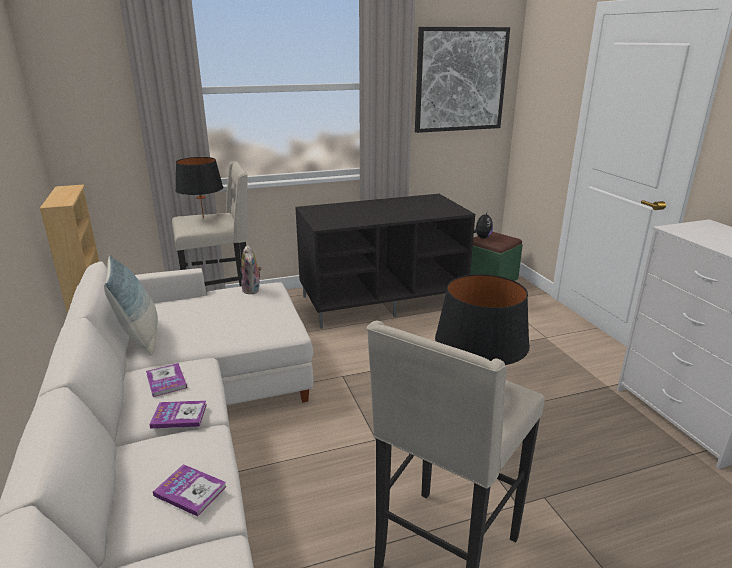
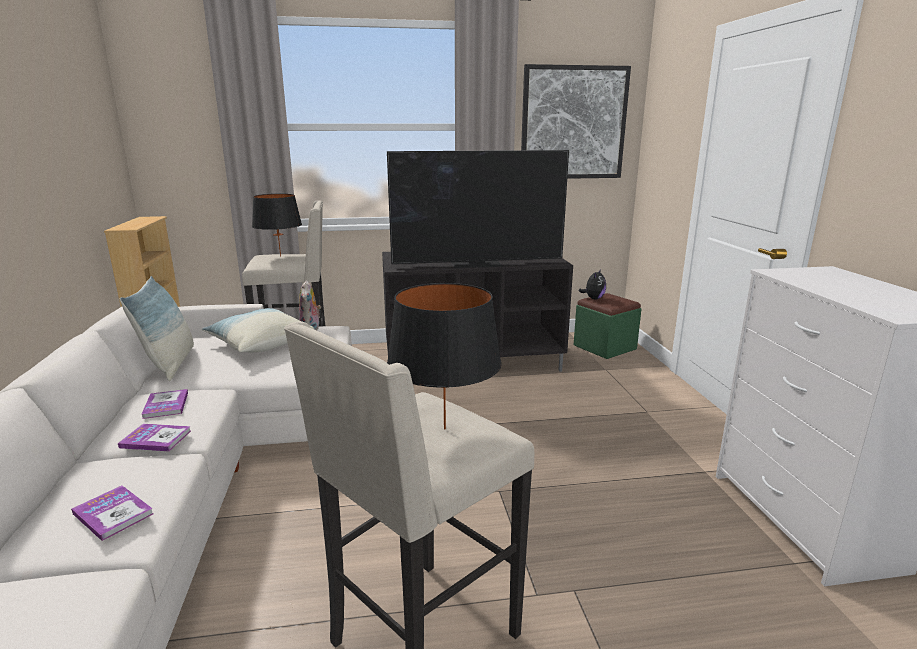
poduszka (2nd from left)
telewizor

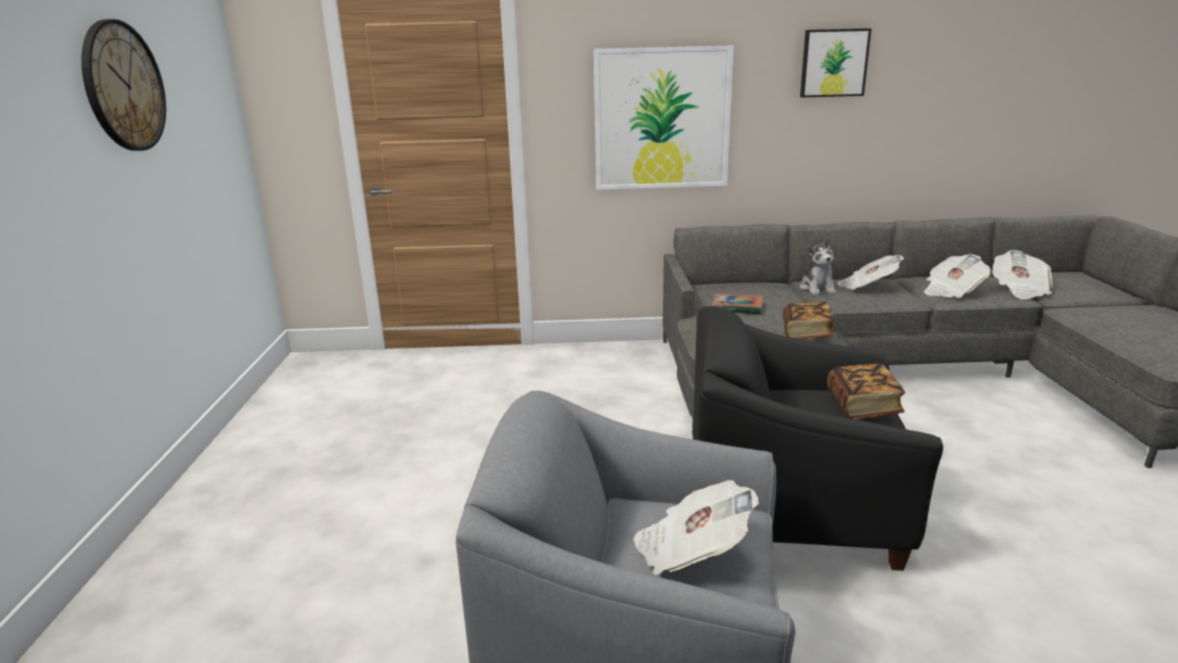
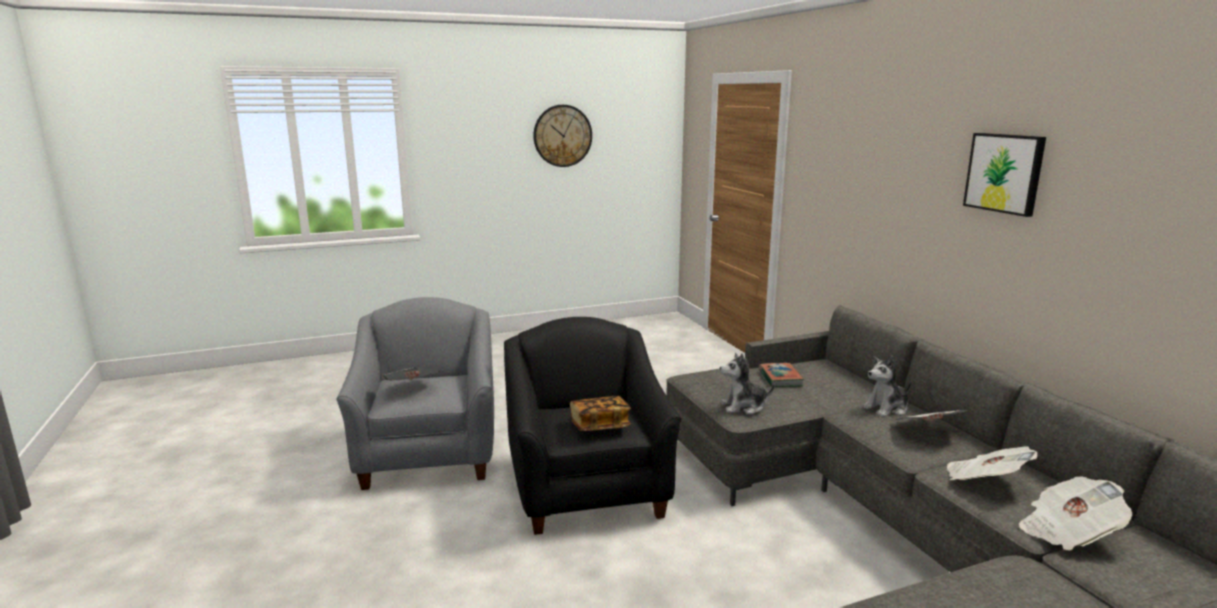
pluszak (1st from left)
obraz (1st from left in the first image)

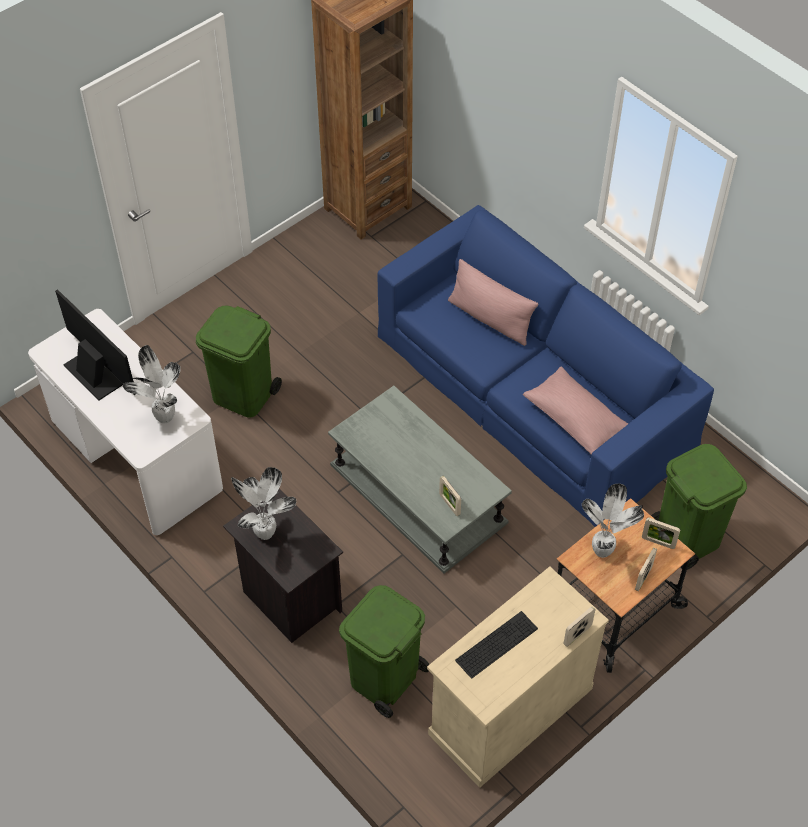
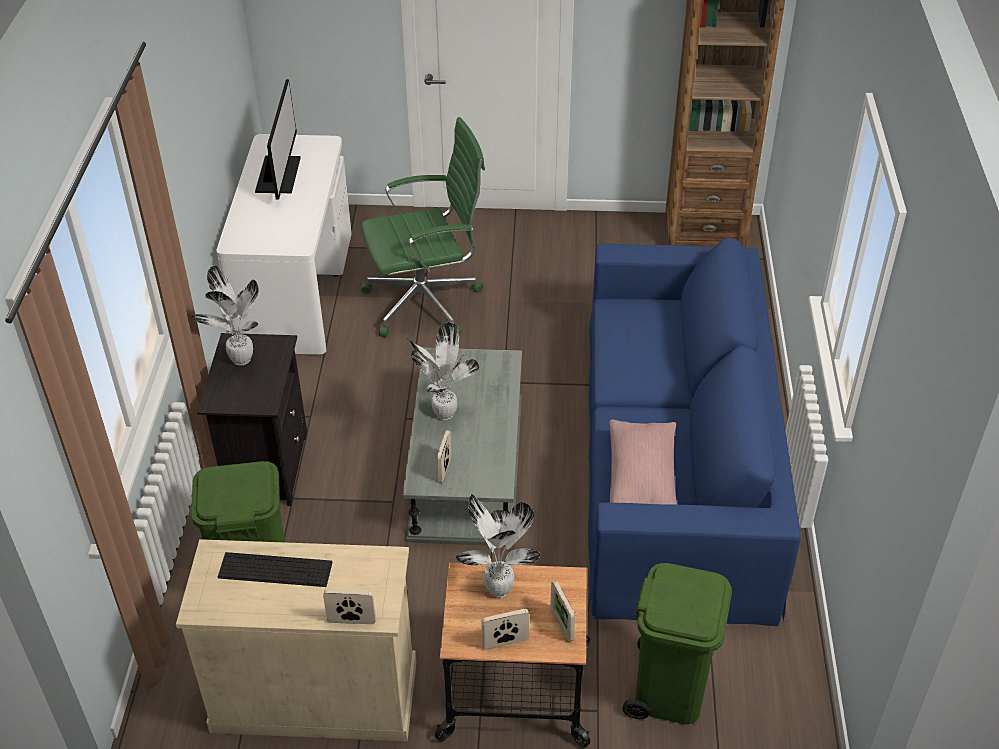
krzesło biurowe/zielony
roślina doniczkowa (2nd from left)
poduszka/różowy (1st from left in the first image)

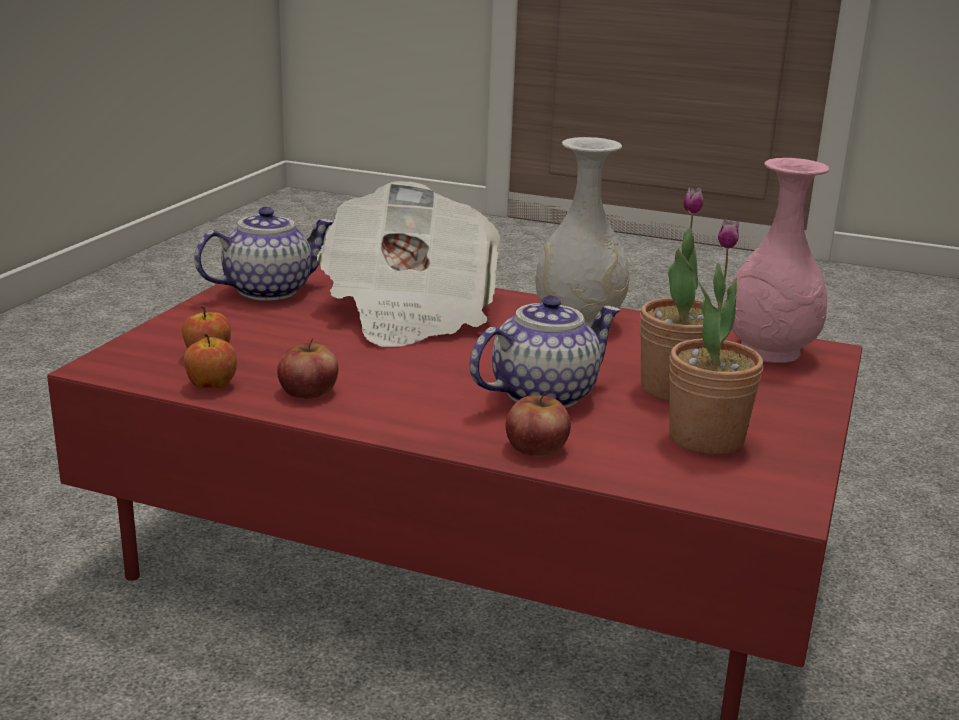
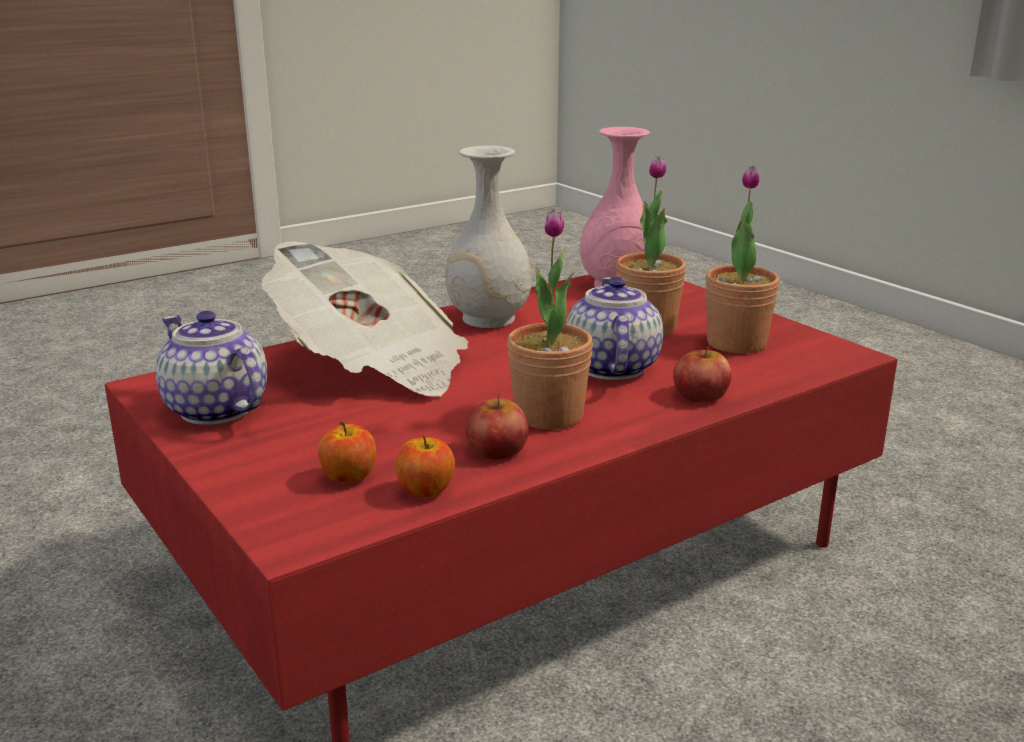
imbryk (1st from left)
roślina doniczkowa (1st from left)

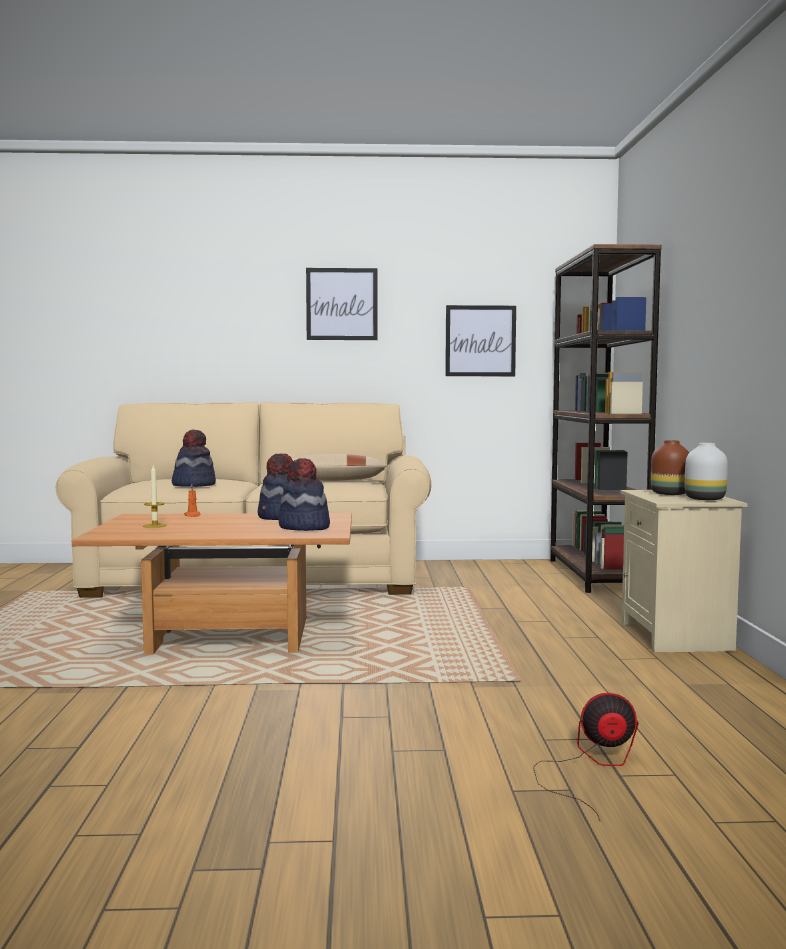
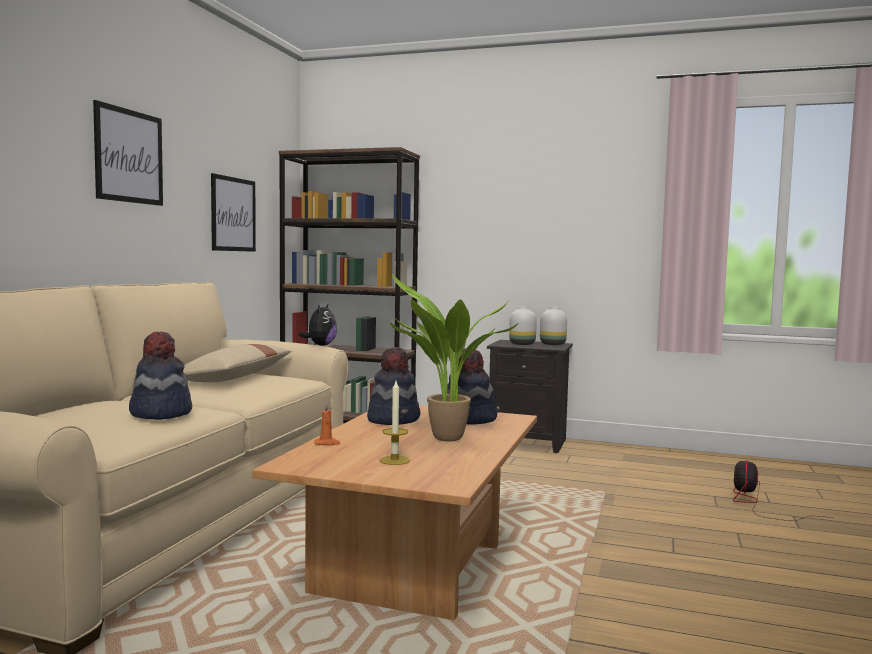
pluszak
roślina doniczkowa
szafka nocna/czarny
wazon/biały (1st from left)

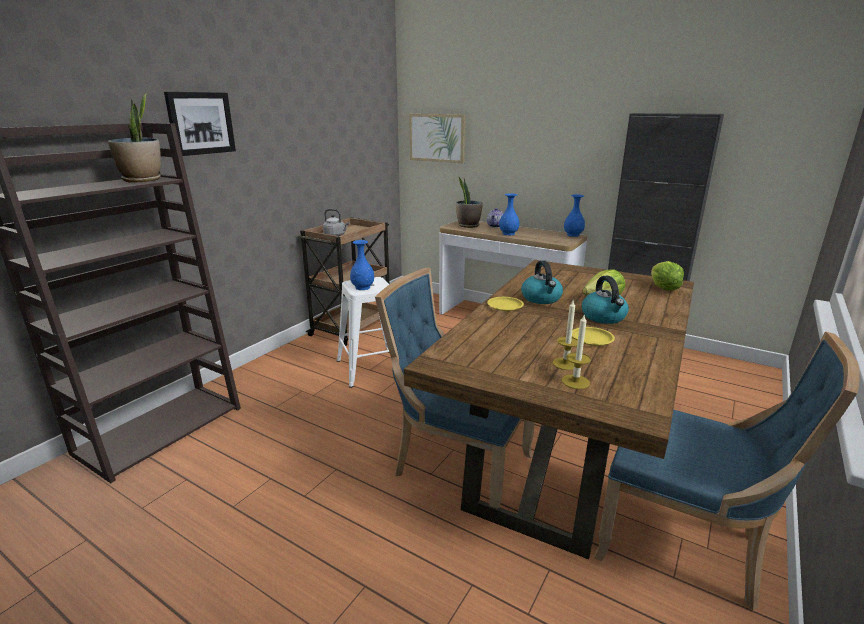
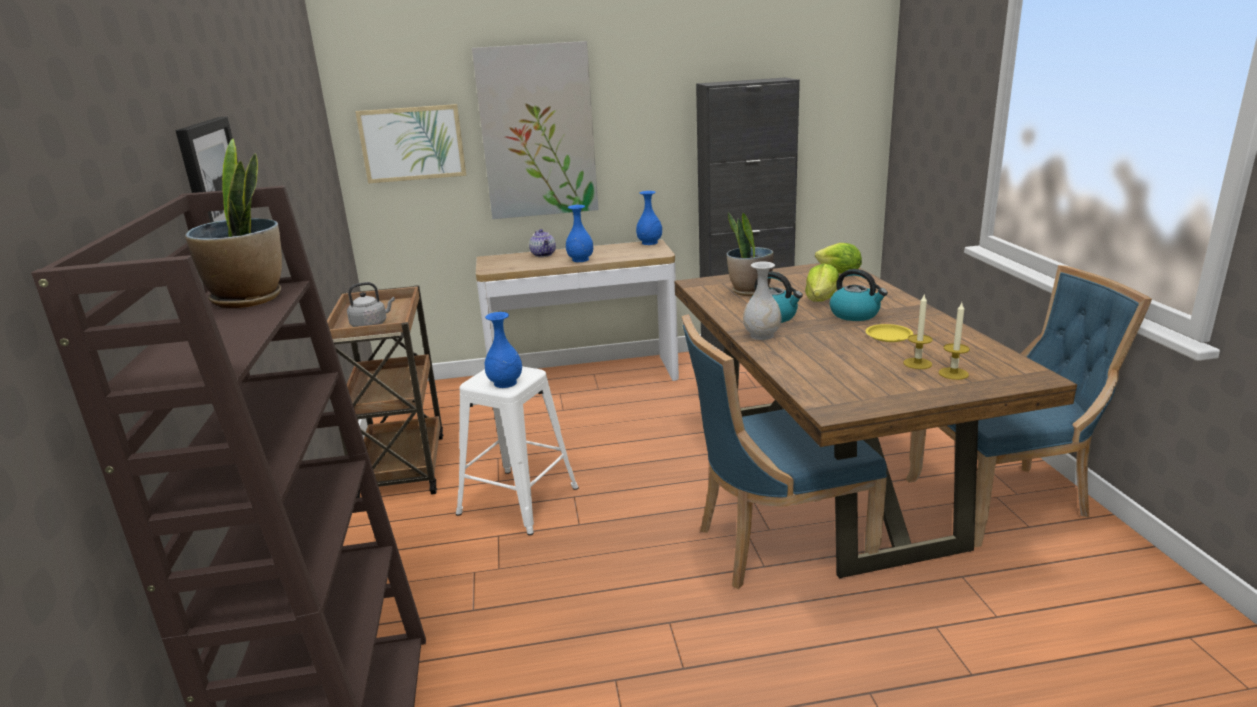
obraz (3rd from left)
roślina doniczkowa (2nd from left)
wazon/biały

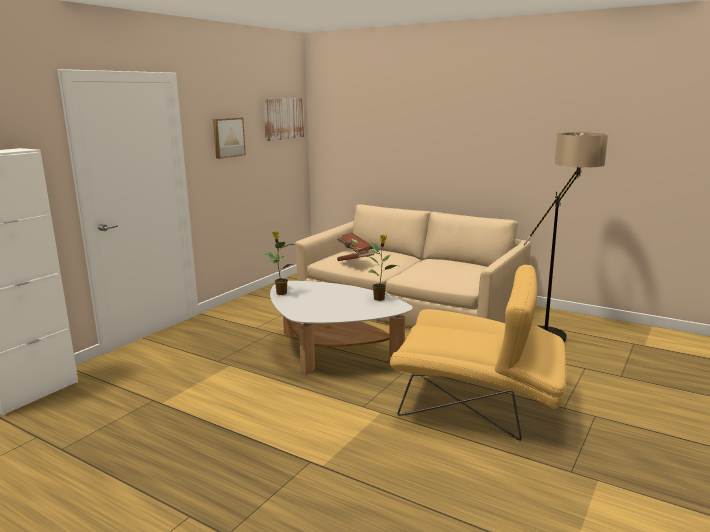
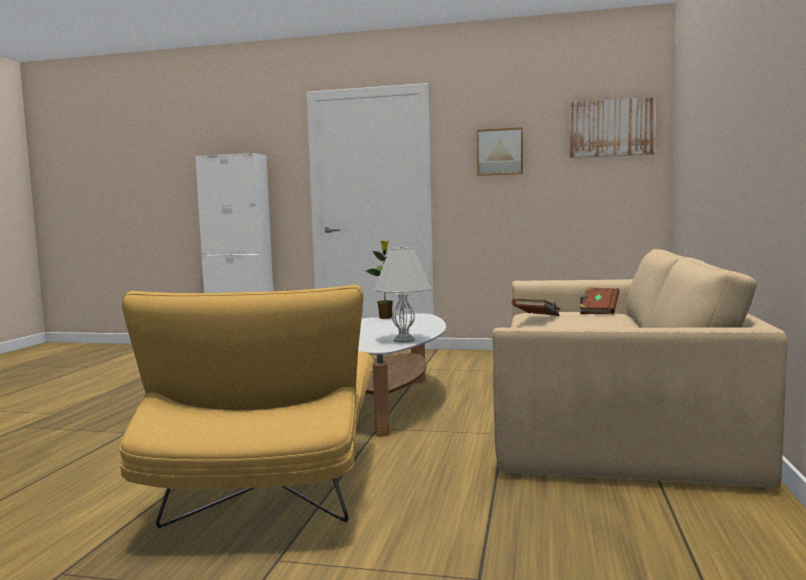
lampa stołowa/biały
lampa stojąca

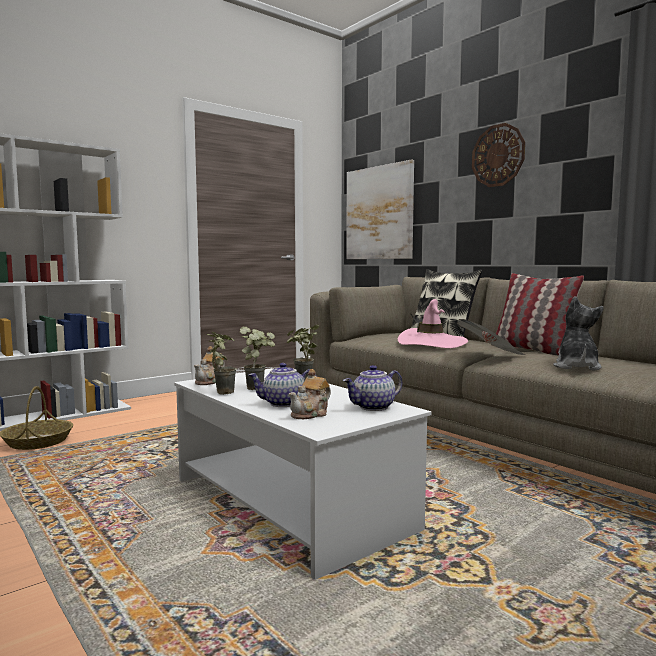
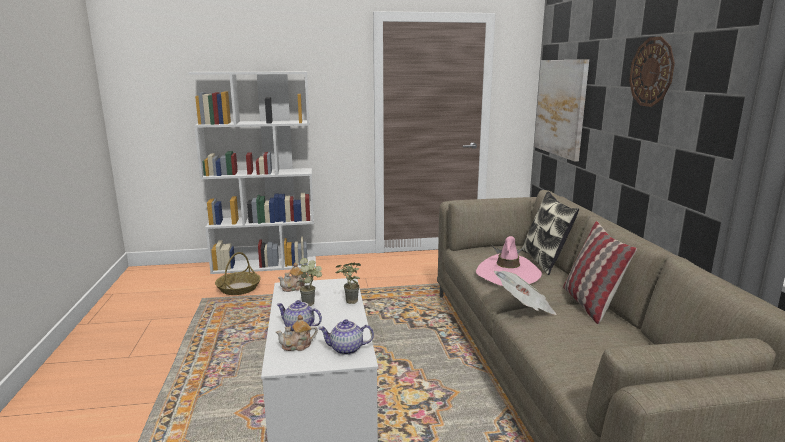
roślina doniczkowa (1st from left in the first image)
pluszak

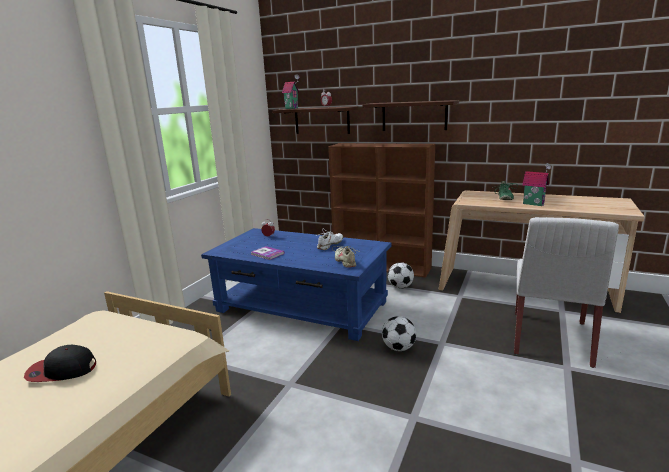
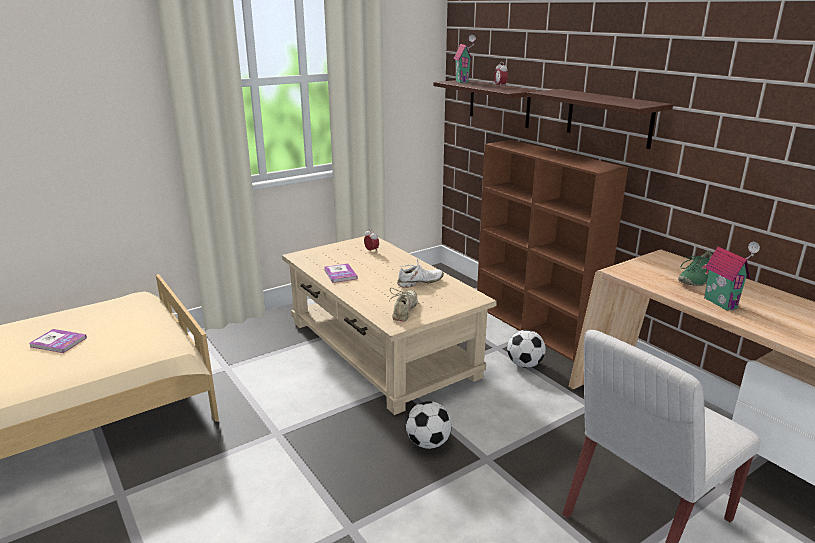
książka (1st from left)
ława/beżowy

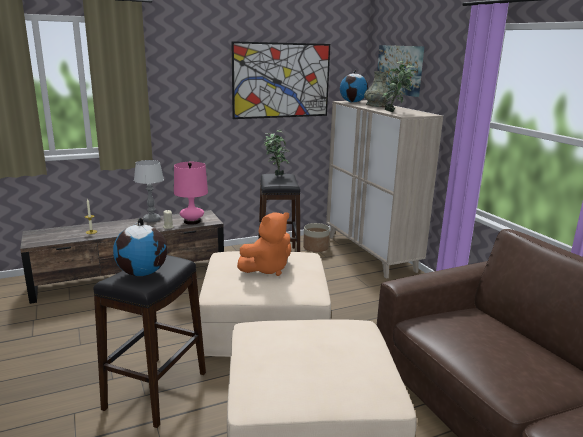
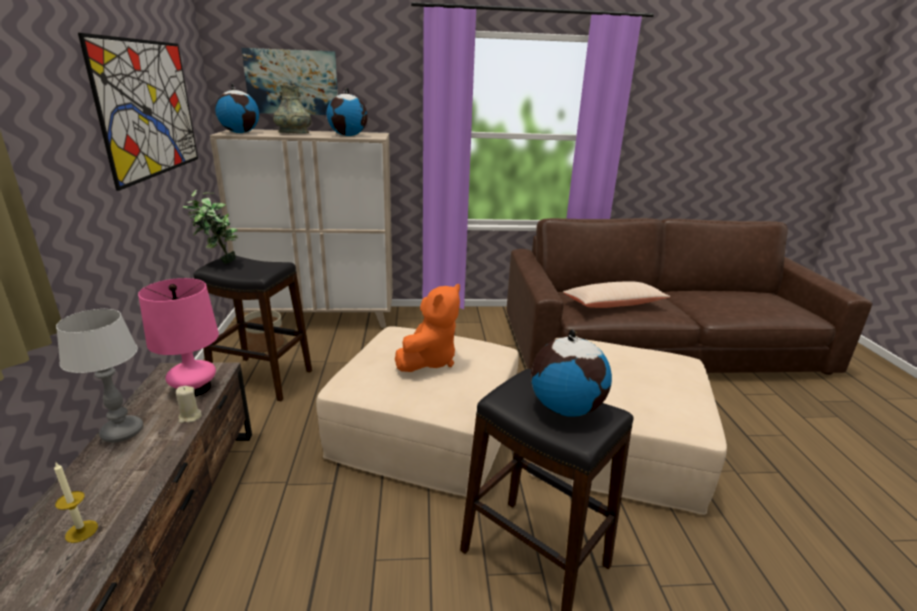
globus (2nd from left)
pluszak/pomarańczowy
poduszka/beżowy

